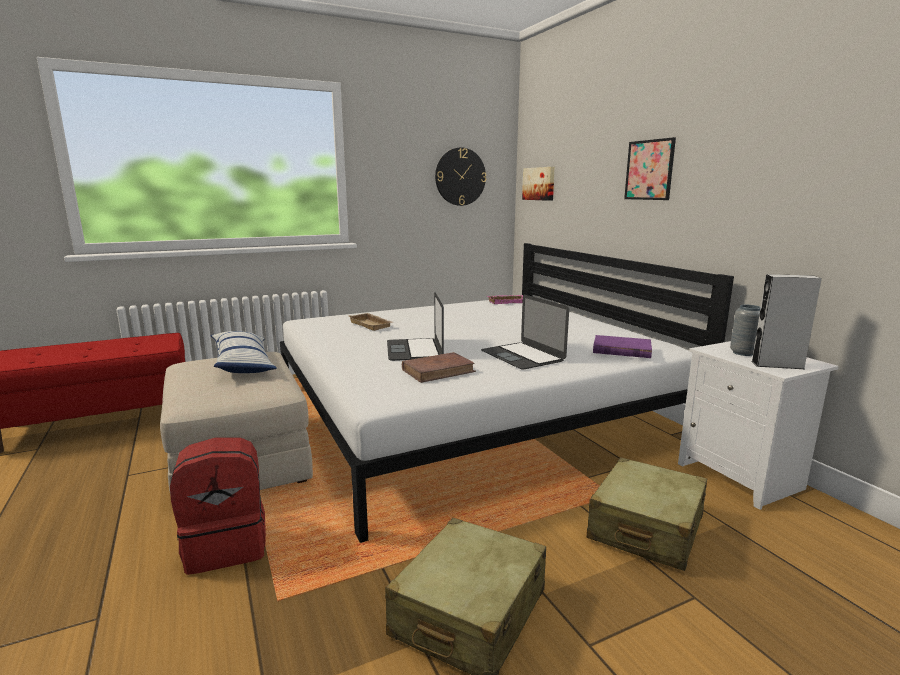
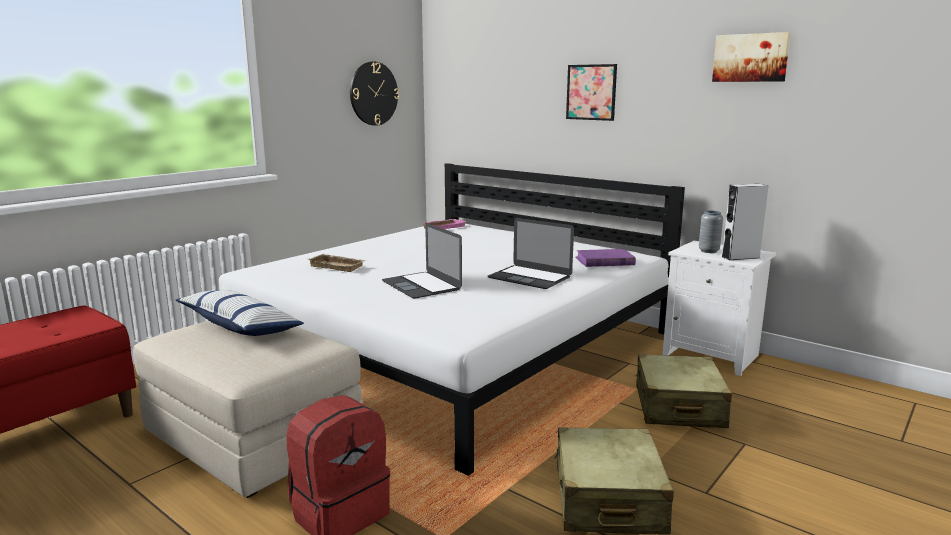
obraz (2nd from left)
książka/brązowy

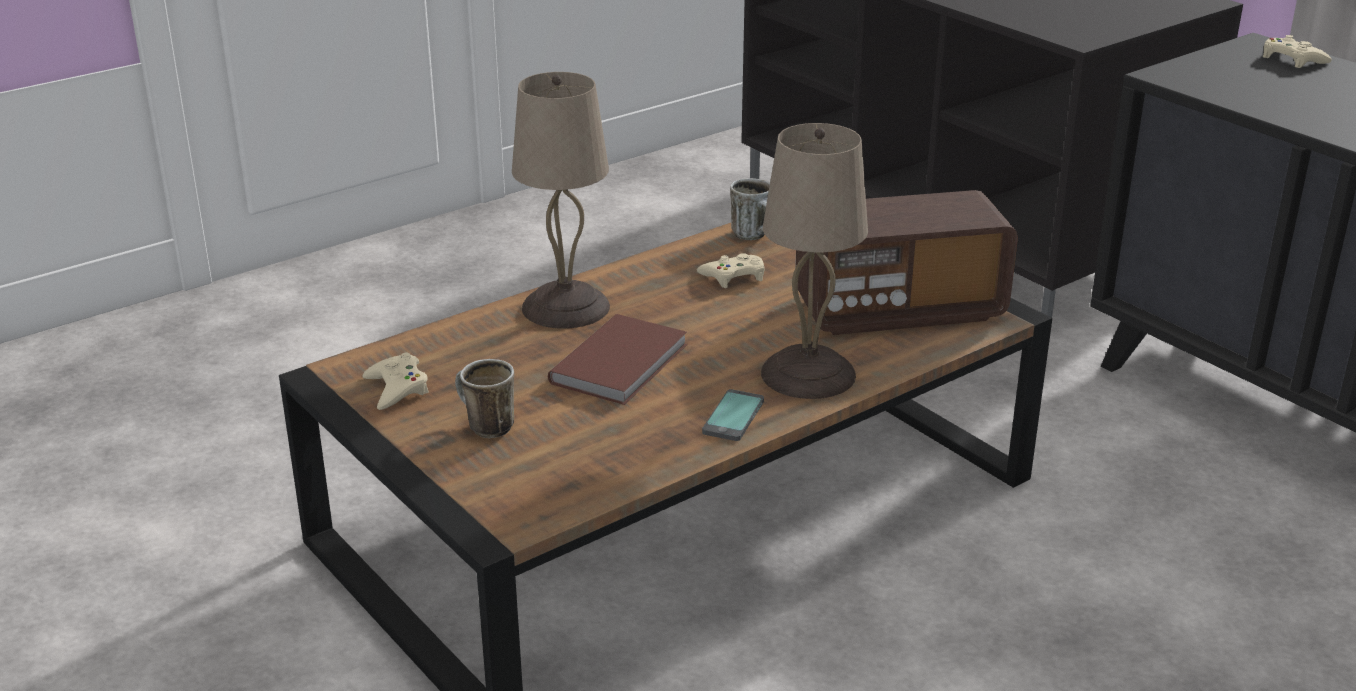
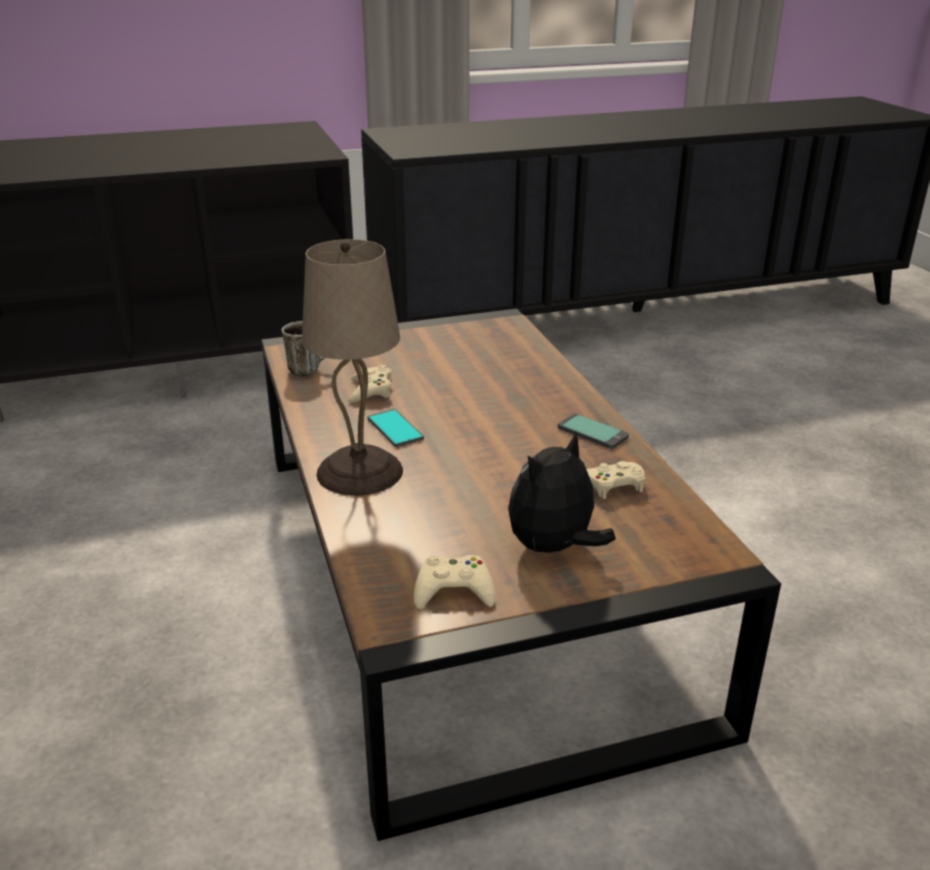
telefon (1st from left)
pluszak
pad do gier/beżowy (3rd from left)
książka/brązowy
lampa stołowa/beżowy (2nd from left in the first image)
radio

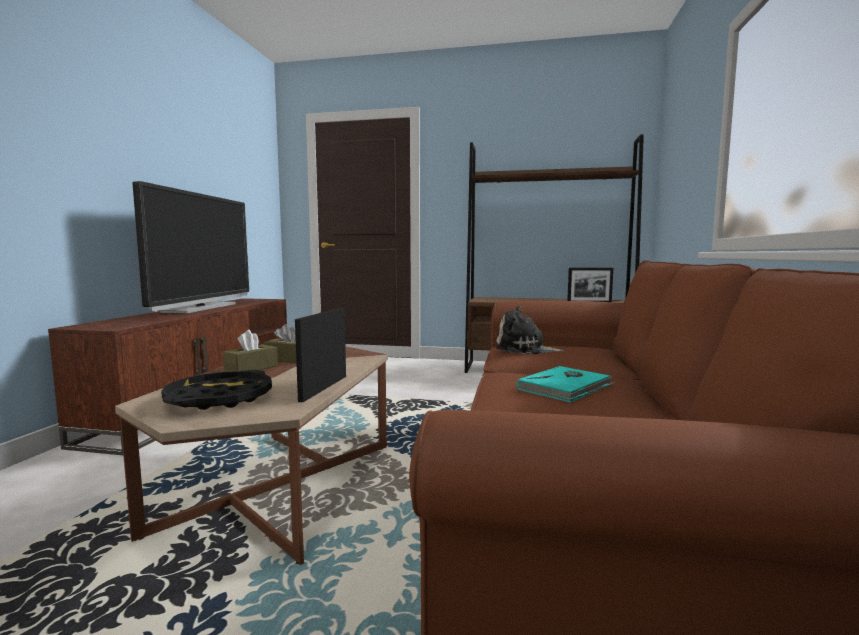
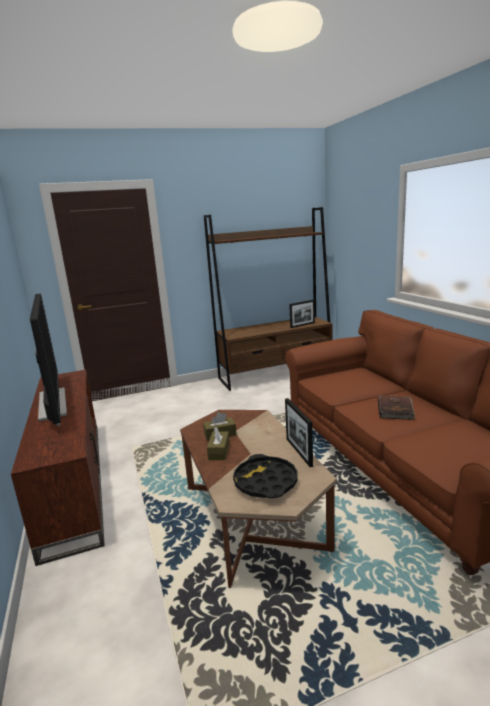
książka/brązowy
pluszak

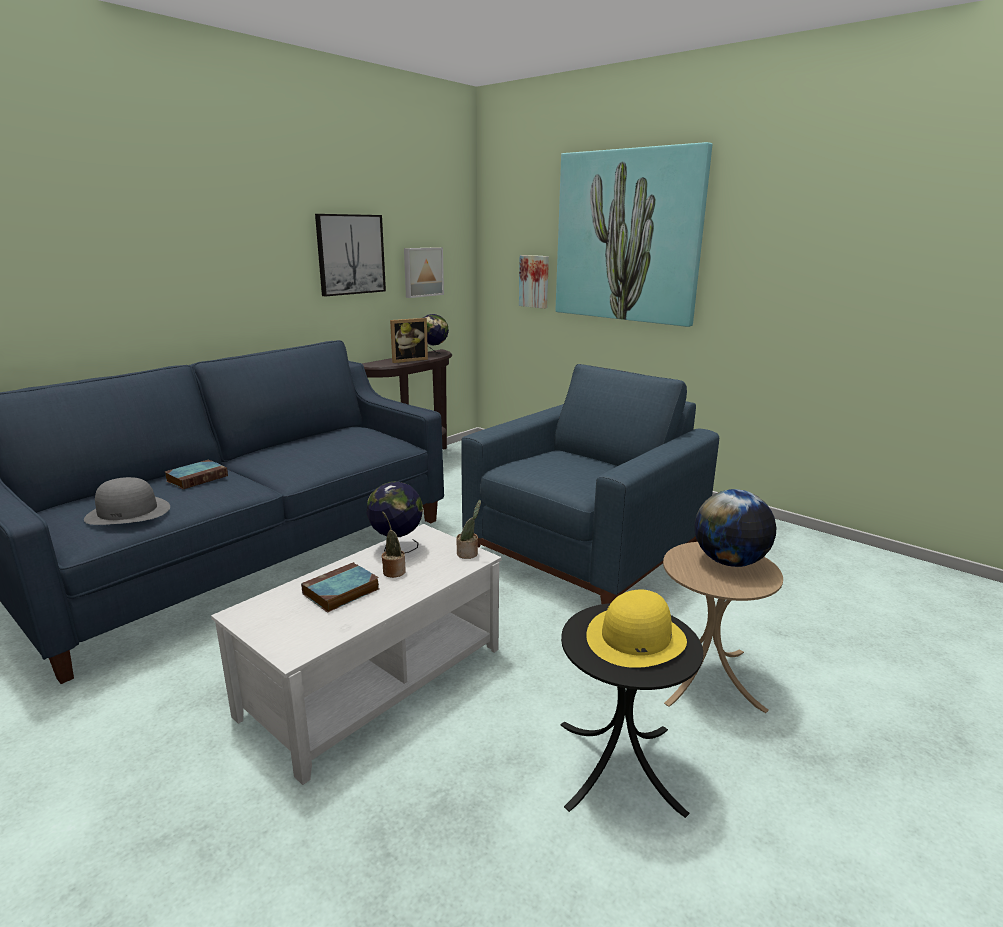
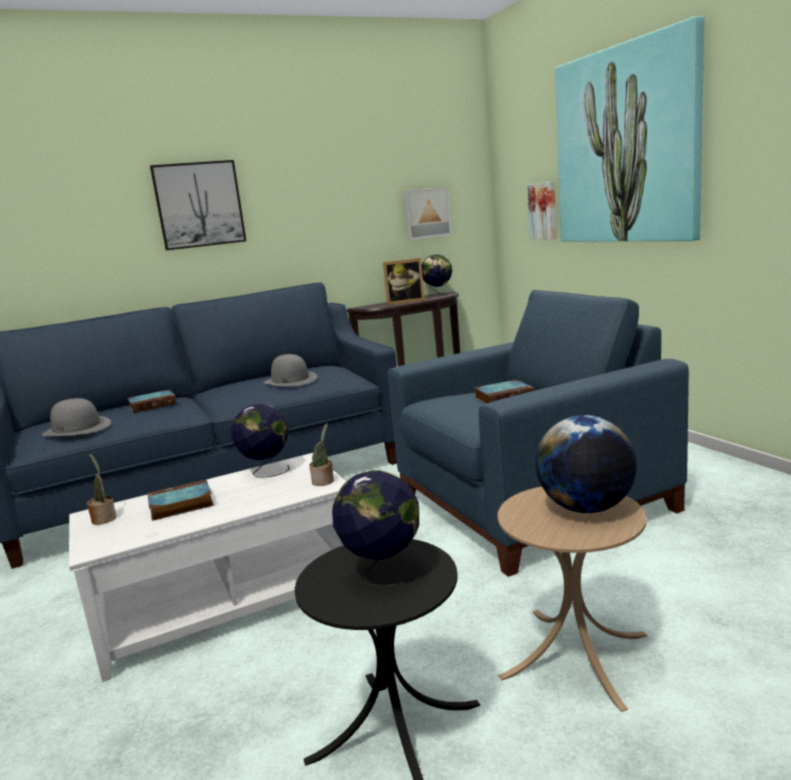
roślina doniczkowa (1st from left)
obraz (1st from left)
kapelusz/szary (2nd from left)
globus (2nd from left)
książka (3rd from left)

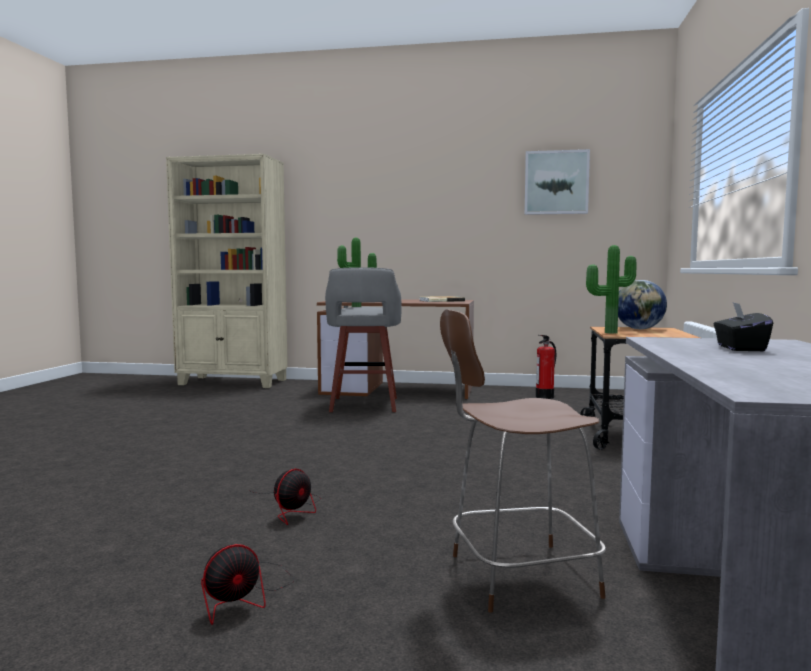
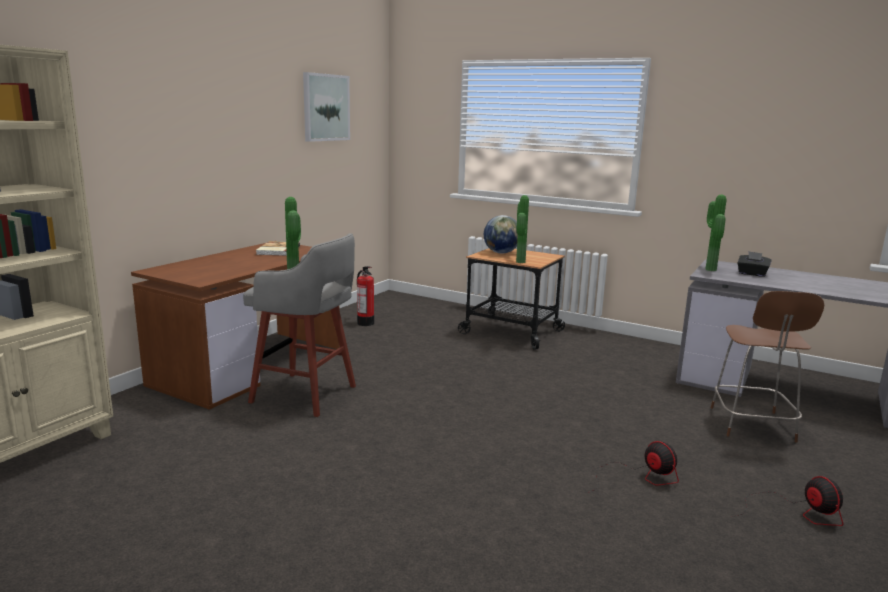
roślina doniczkowa (3rd from left)

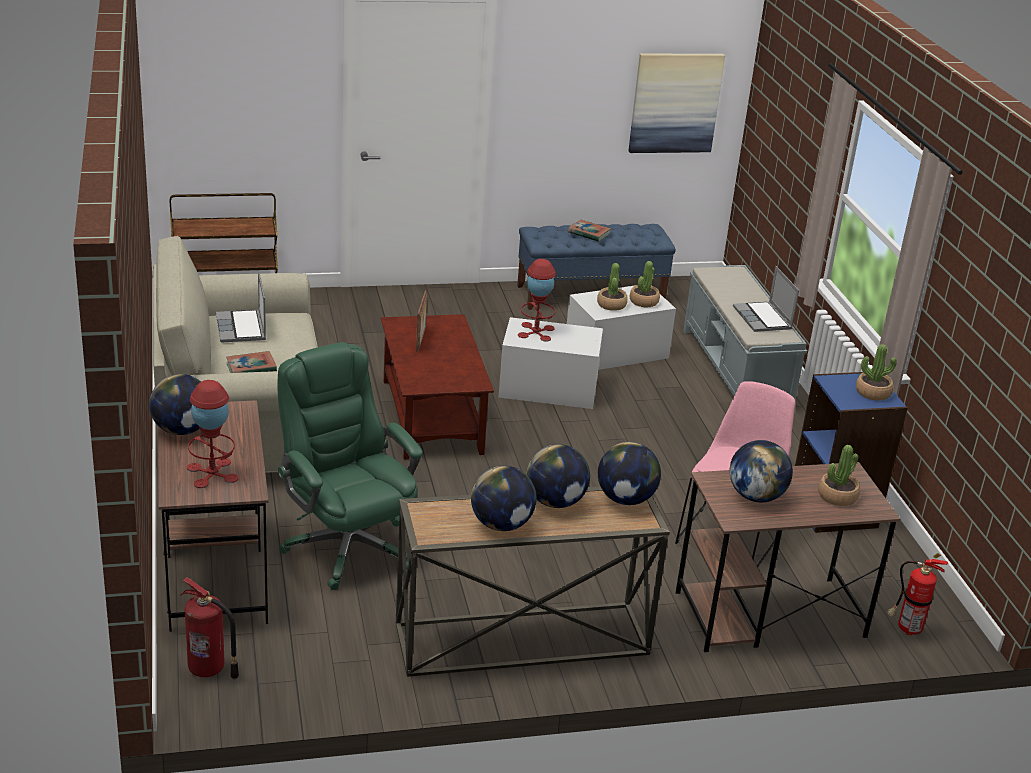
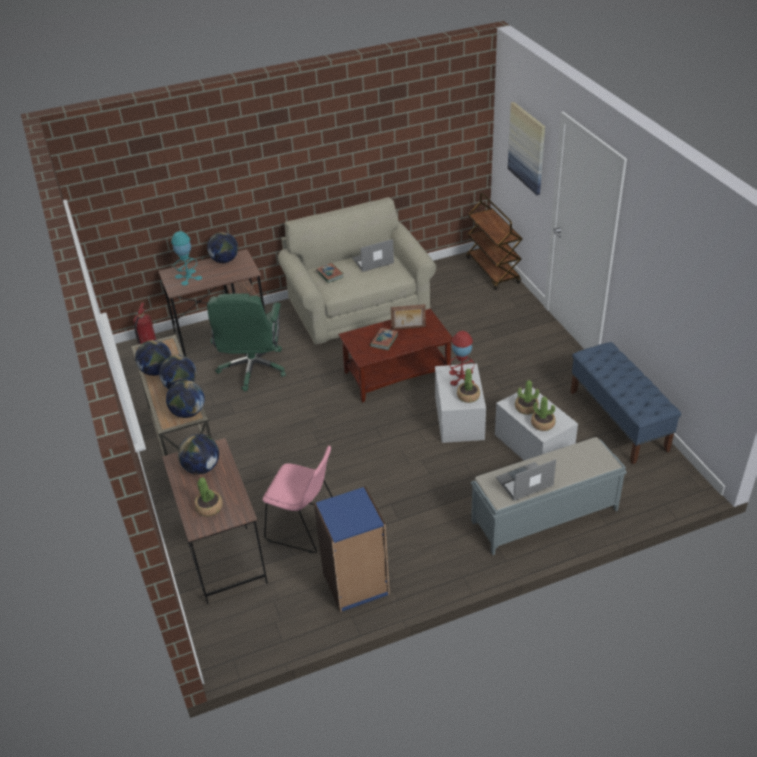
lampa stołowa/turkusowy
krzesło biurowe/zielony
książka (2nd from left)
roślina doniczkowa (2nd from left)
obraz
gaśnica (2nd from left in the first image)

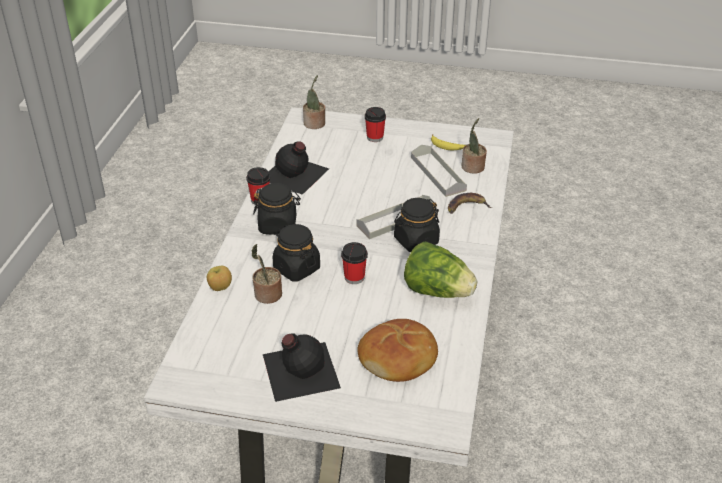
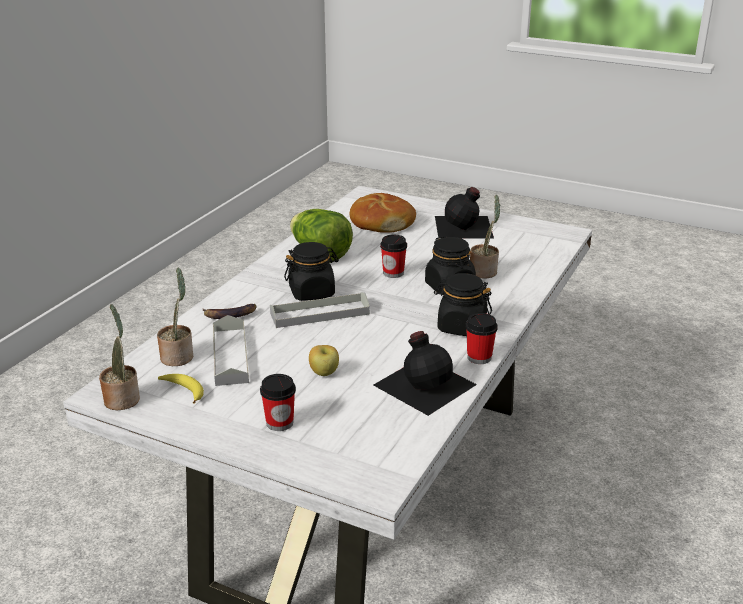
roślina doniczkowa (1st from left)
jabłko

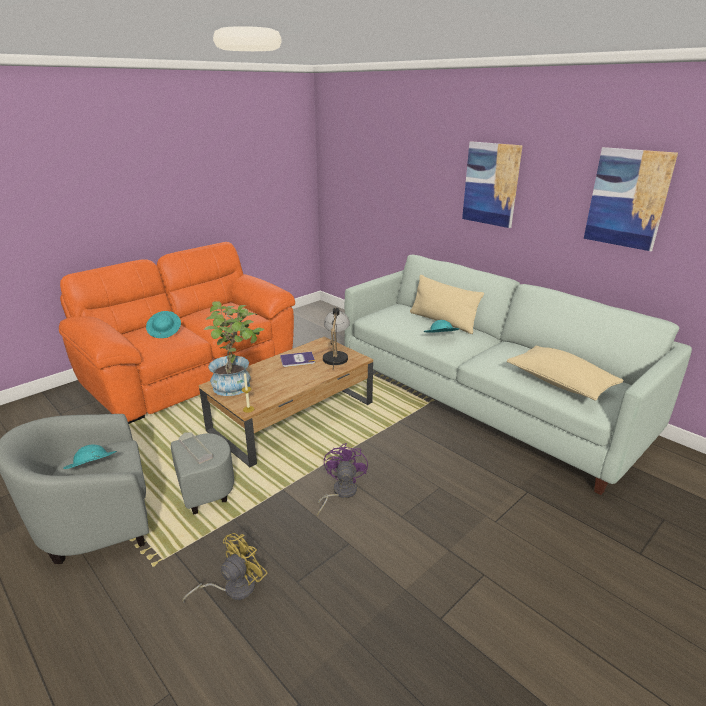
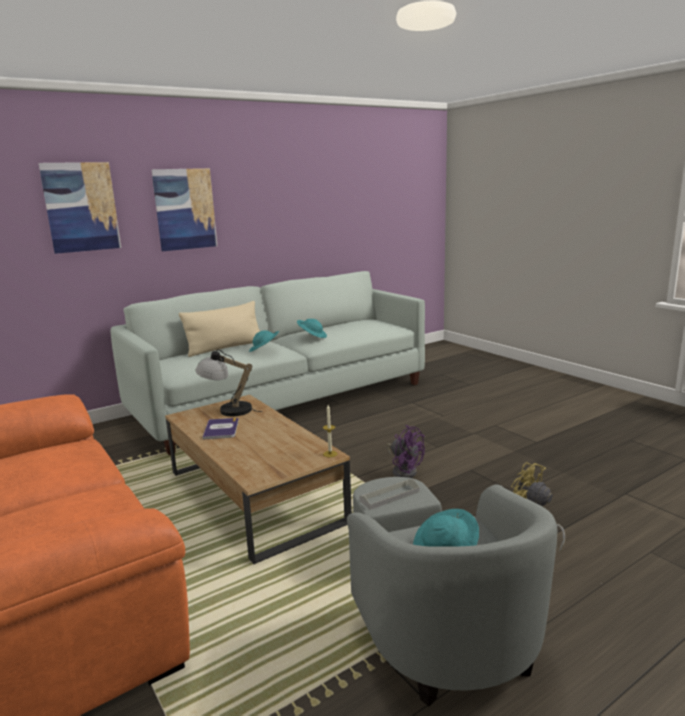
obraz (1st from left)
kapelusz/turkusowy (2nd from left)
wentylator/fioletowy
roślina doniczkowa
poduszka/beżowy (2nd from left in the first image)

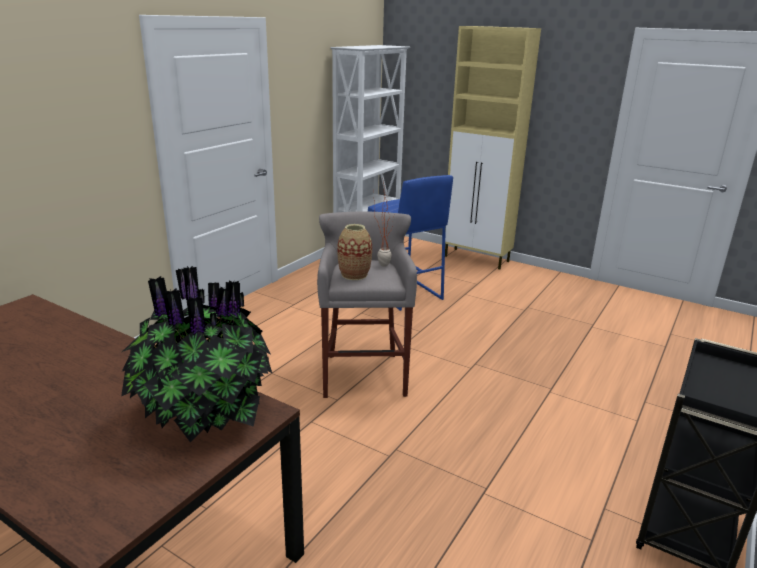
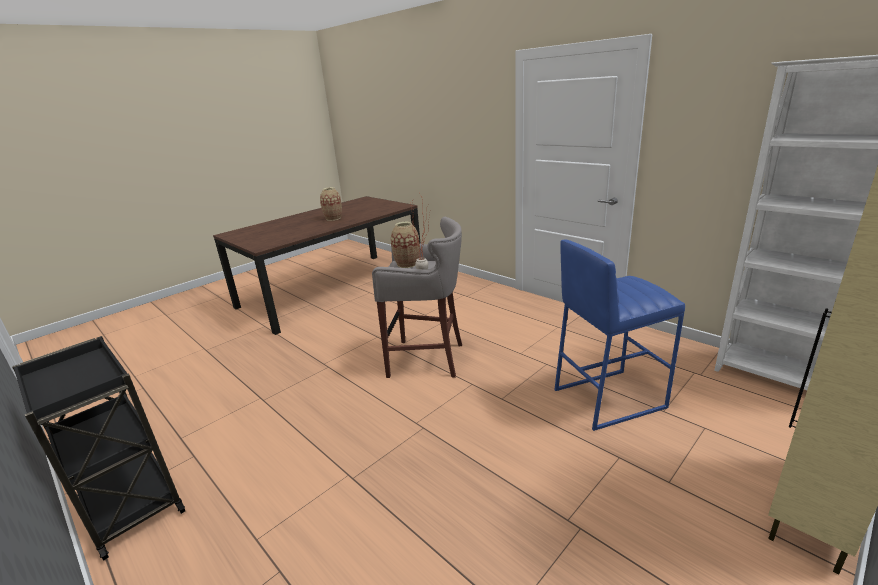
wazon (1st from left)
roślina doniczkowa (1st from left in the first image)

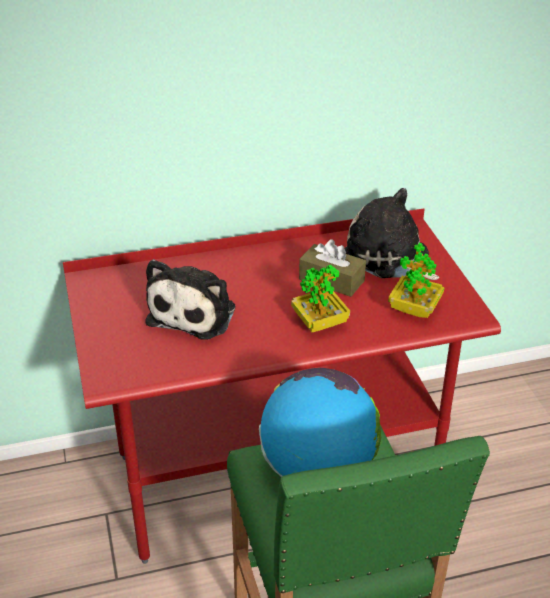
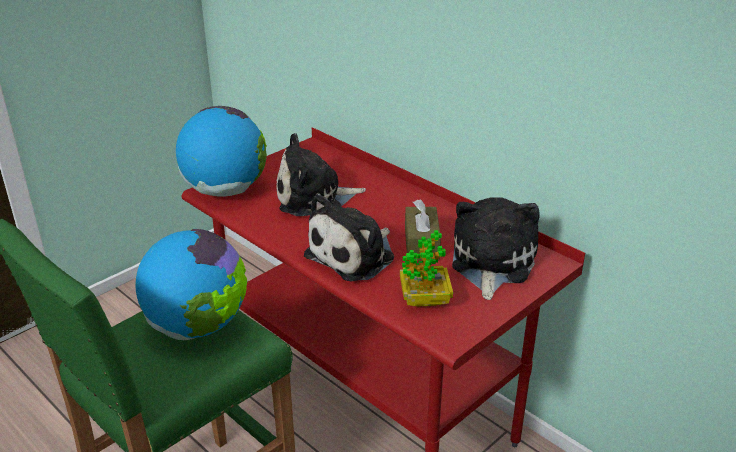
globus (2nd from left)
pluszak (2nd from left)

